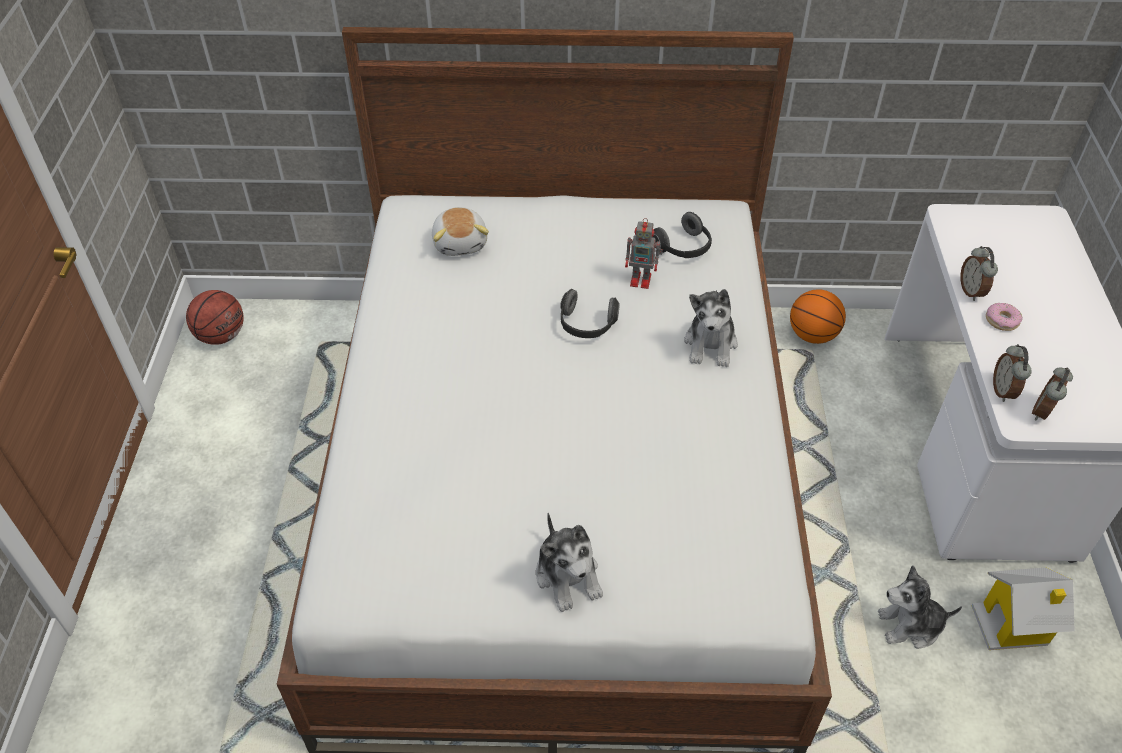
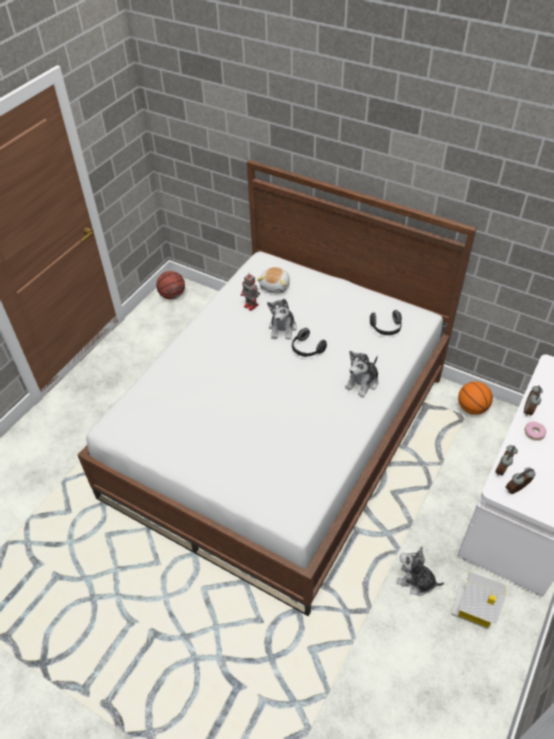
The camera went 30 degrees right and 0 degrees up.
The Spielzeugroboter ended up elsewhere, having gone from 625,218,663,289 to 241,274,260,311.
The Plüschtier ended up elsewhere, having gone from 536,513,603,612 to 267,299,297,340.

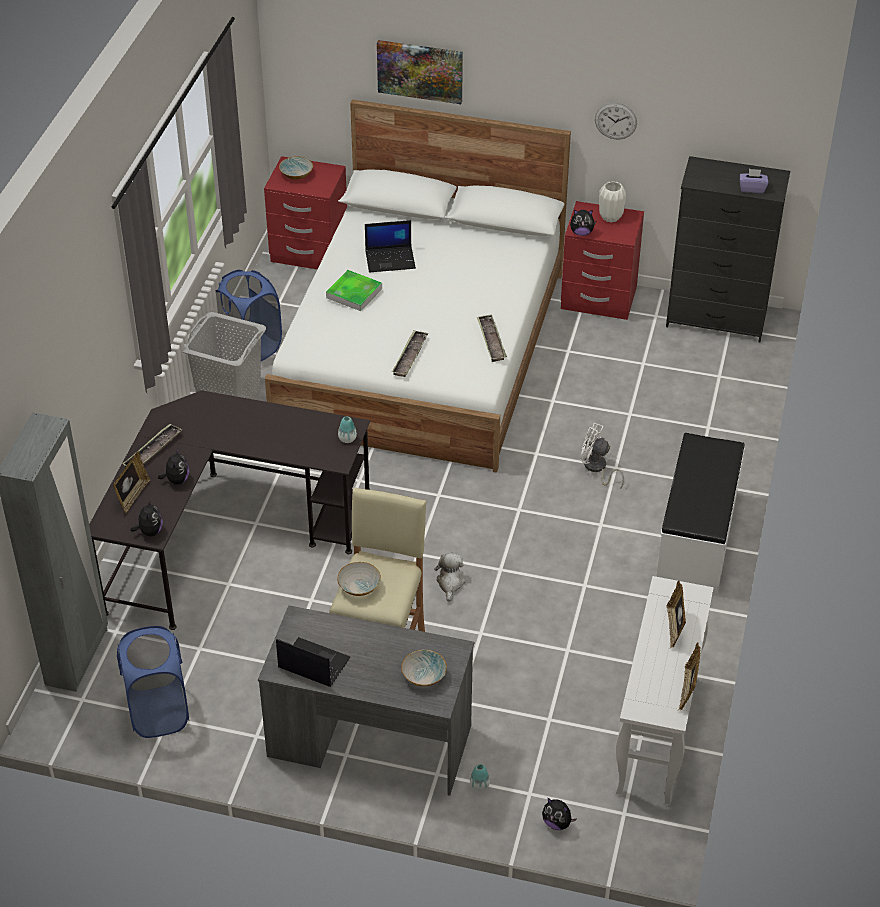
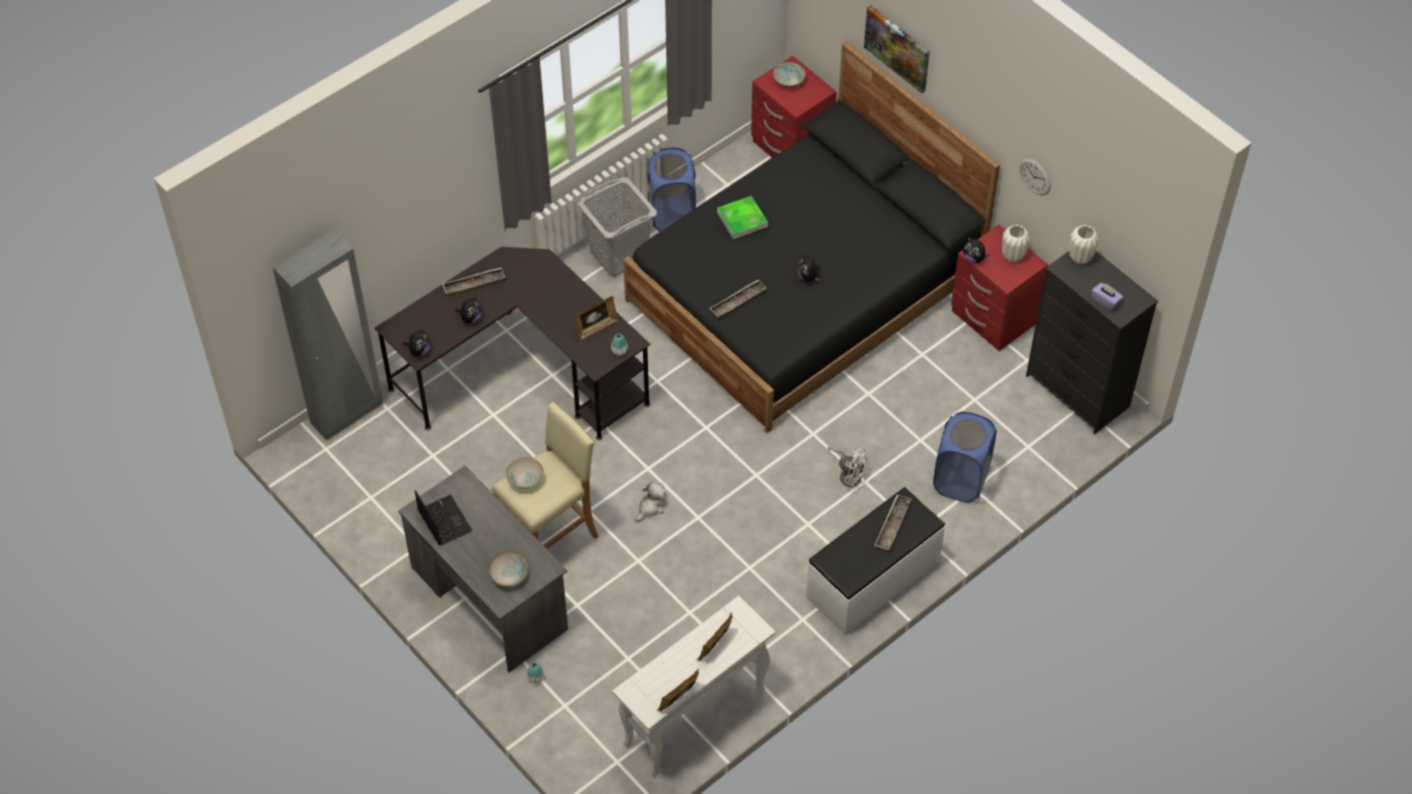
The camera went 35 degrees right and 10 degrees up.
The Bilderrahmen ended up elsewhere, having gone from 113,452,150,513 to 575,296,618,340.
What was the Bett [weiß] at 265,99,571,473 turned into the Bett [schwarz] at 623,41,1000,433.
The Plüschtier ended up elsewhere, having gone from 542,798,577,830 to 797,253,820,282.
The Ventilator [weiß] at 580,423,624,488 ended up facing another way, 150 degrees clockwise from before.
The Tablett ended up elsewhere, having gone from 477,314,507,362 to 874,495,911,551.
The Wäschekorb [blau] ended up elsewhere, having gone from 117,626,189,738 to 933,412,997,503.
The second view gained the Vase [weiß] at 1069,225,1099,264.
The second view lost the Laptop at 365,220,416,273.

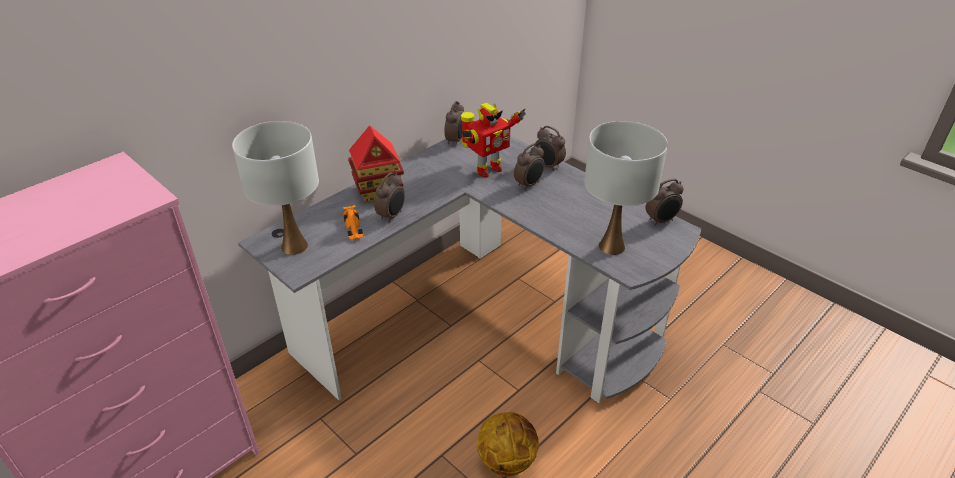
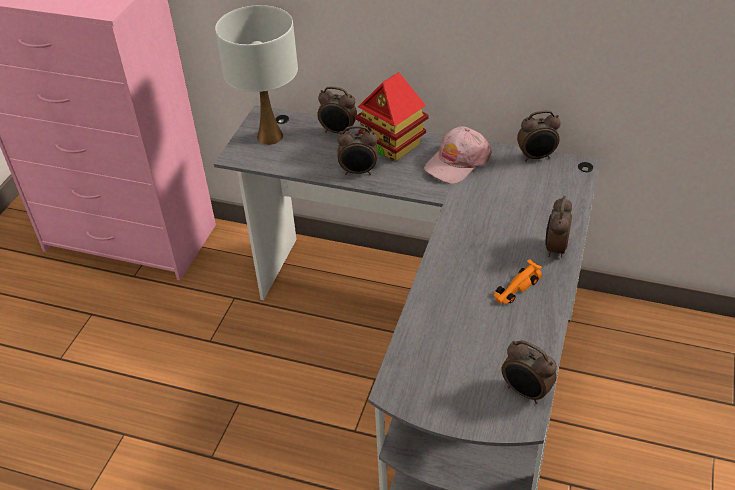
The camera went 65 degrees right and 5 degrees up.
The Wecker ended up elsewhere, having gone from 514,143,544,191 to 317,86,357,134.
The second view gained the Kappe [rosa] at 424,126,492,184.
The Spielzeugauto [orange] ended up elsewhere, having gone from 343,205,363,241 to 494,259,542,304.
The second view lost the Spielzeugroboter at 461,103,526,177.
The second view lost the Basketball at 477,412,539,477.
The second view lost the Tischlampe [weiß] at 584,121,668,255.

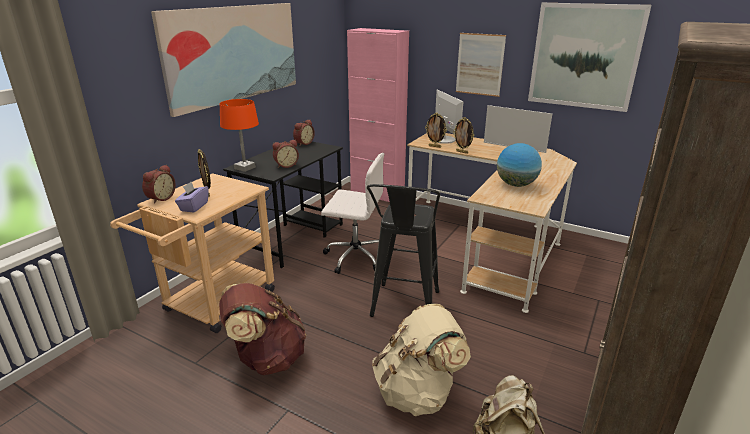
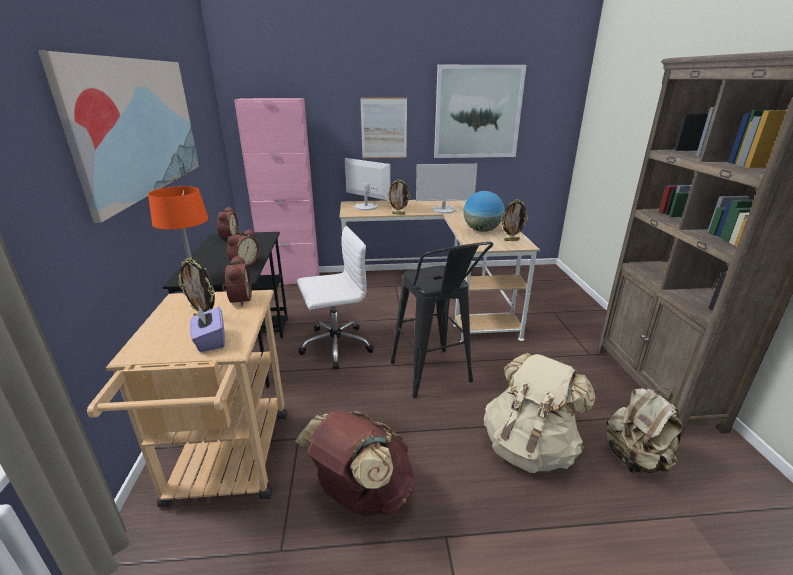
The camera went 35 degrees left and 0 degrees up.
The Wecker ended up elsewhere, having gone from 142,165,176,204 to 222,255,252,307.
The Bilderrahmen ended up elsewhere, having gone from 425,113,447,148 to 501,199,528,241.

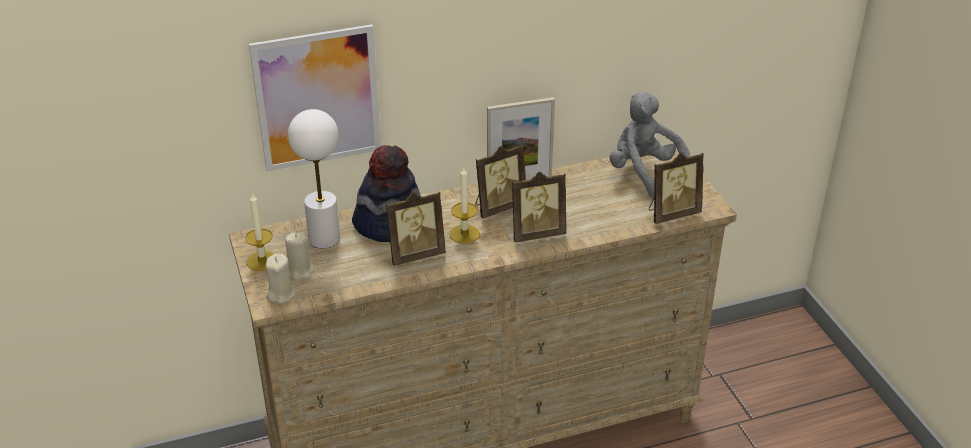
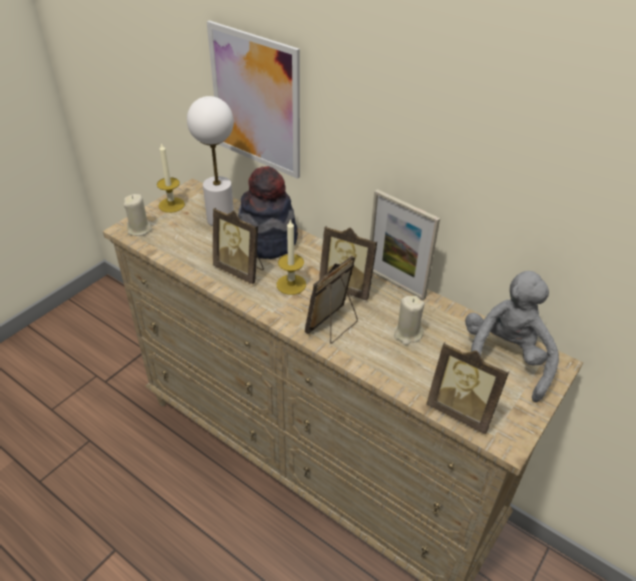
The camera went 55 degrees right and 5 degrees up.
The Bilderrahmen at 512,172,566,242 ended up facing another way, 90 degrees clockwise from before.
The Kerze [beige] ended up elsewhere, having gone from 285,232,314,280 to 394,296,425,345.

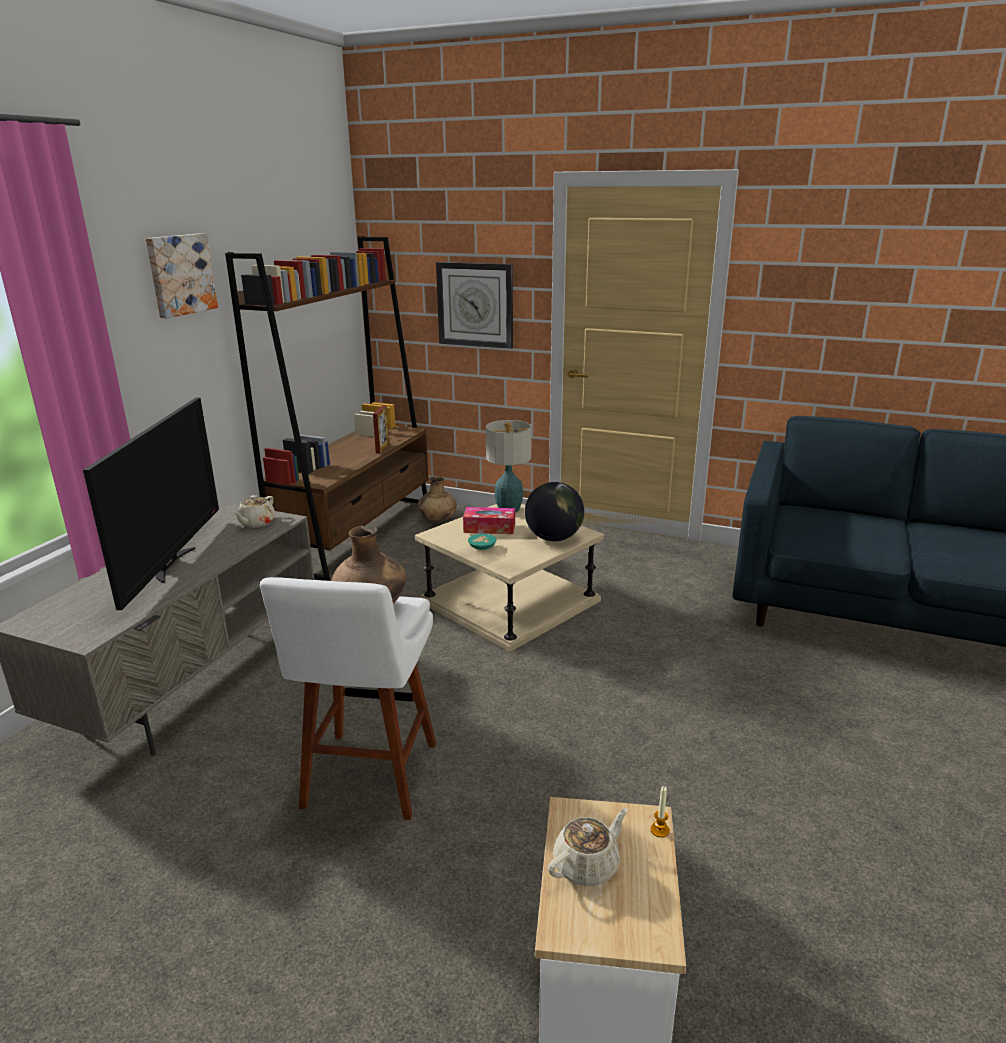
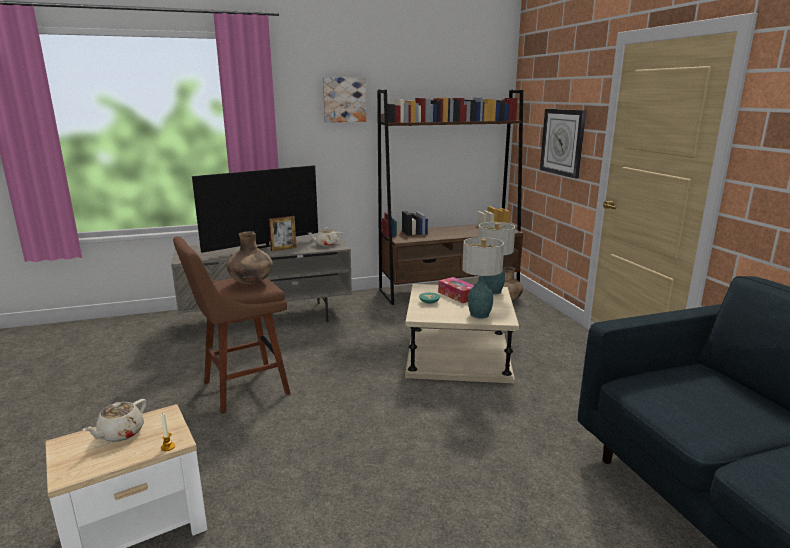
The camera went 50 degrees right and 5 degrees down.
The Teekanne [beige] at 548,808,628,886 ended up facing another way, 105 degrees clockwise from before.
What was the Hocker [weiß] at 260,577,436,820 turned into the Hocker [braun] at 173,236,290,414.
The Bilderrahmen ended up elsewhere, having gone from 373,405,389,454 to 269,216,297,251.
Where the Globus stood at 525,482,584,541, the Tischlampe came to stand at 462,237,504,319.

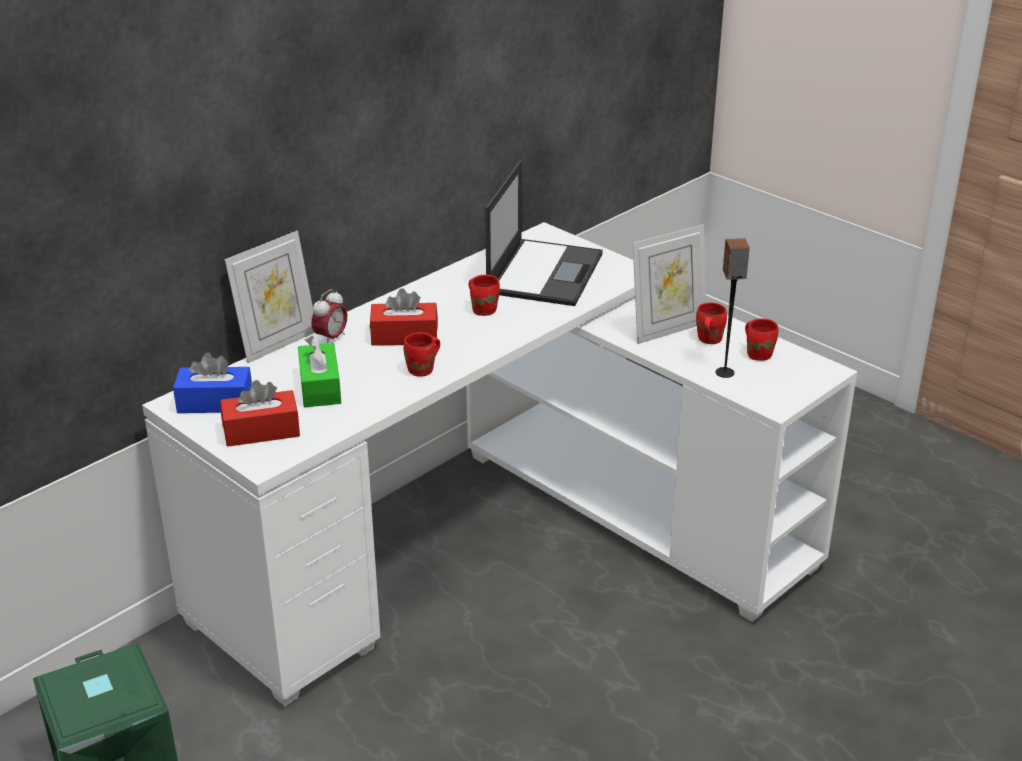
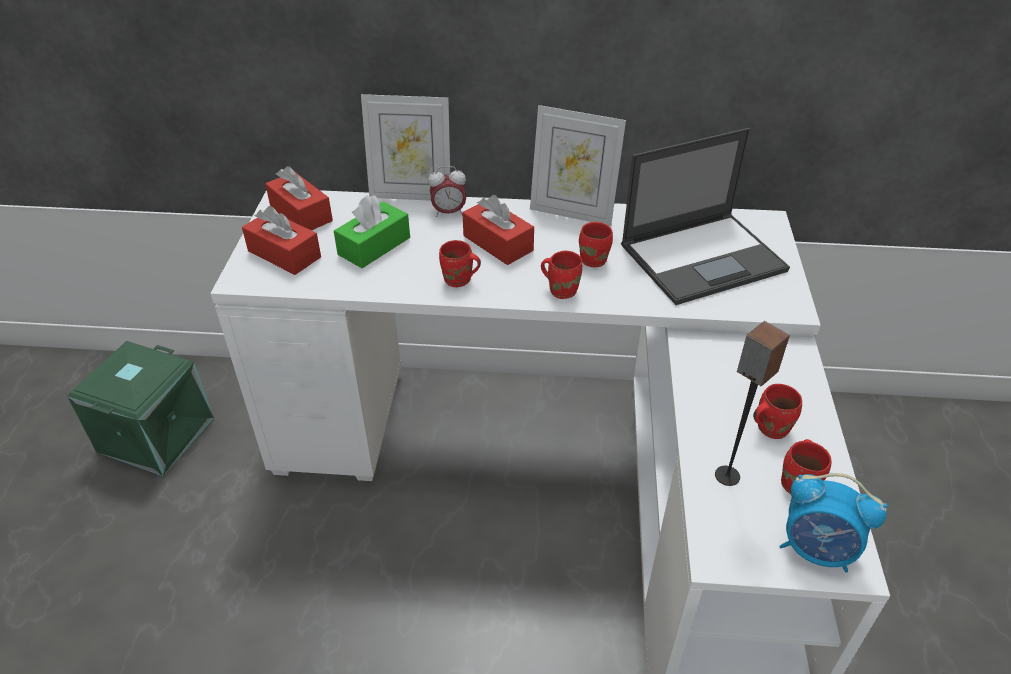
The camera went 50 degrees right and 10 degrees up.
What was the Taschentuchbox [blau] at 173,353,252,413 turned into the Taschentuchbox [rot] at 265,166,333,231.
The Bilderrahmen ended up elsewhere, having gone from 633,224,706,344 to 530,105,626,226.
The second view gained the Henkelbecher [rot] at 541,251,583,299.
The second view gained the Wecker at 779,473,888,573.

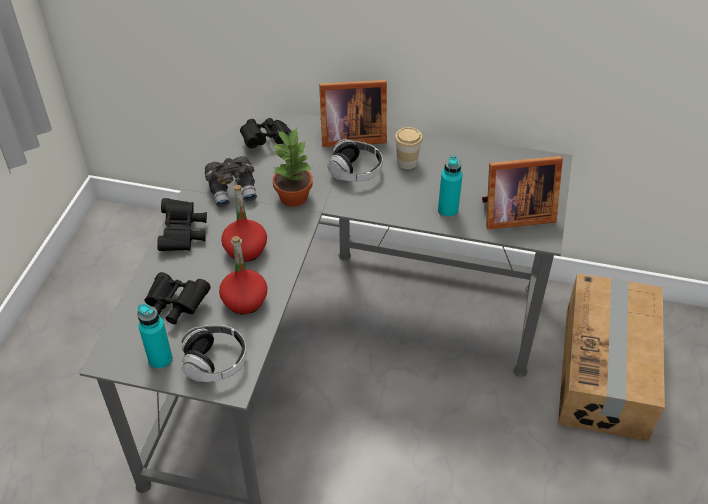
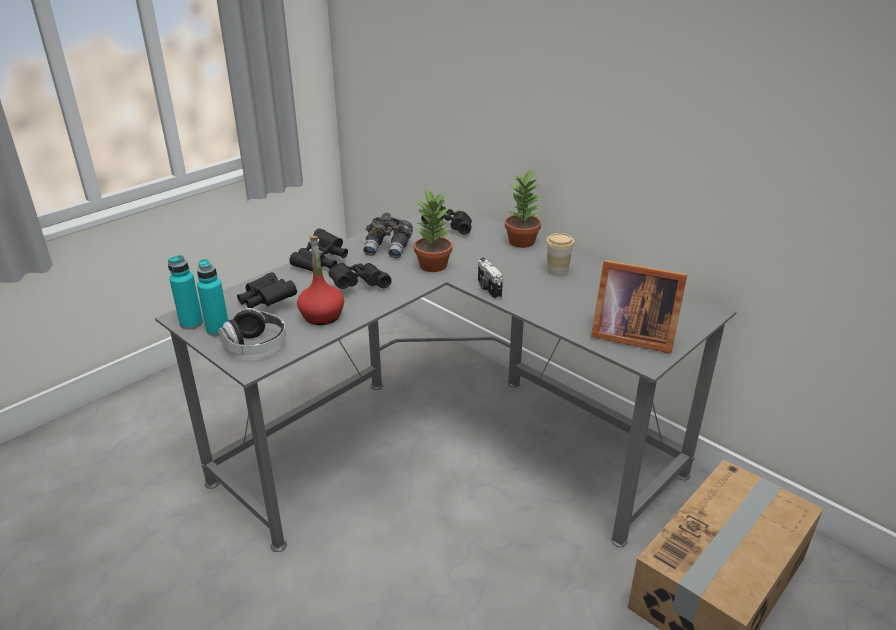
The camera went 30 degrees right and 15 degrees down.
The Flasche [türkis] ended up elsewhere, having gone from 438,155,463,218 to 168,255,203,329.
Where the Flasche [rot] stood at 221,185,267,262, the Fernglas [schwarz] came to stand at 329,263,392,289.
The second view gained the Kamera at 478,257,503,300.
Where the Bilderrahmen stood at 319,80,387,147, the Topfpflanze came to stand at 505,169,543,248.
The second view lost the Kopfhörer at 328,139,382,181.

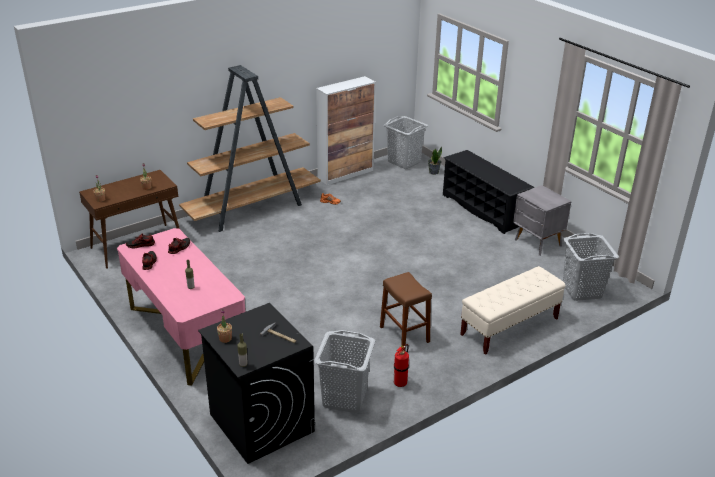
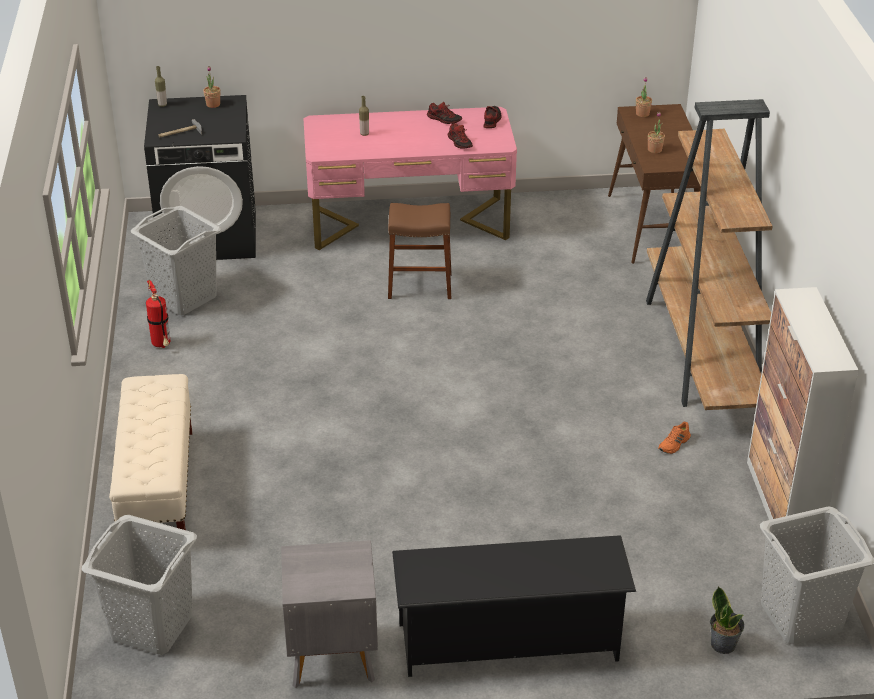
The camera went 120 degrees right and 5 degrees up.
The Hocker [braun] ended up elsewhere, having gone from 380,272,432,351 to 388,203,451,299.

